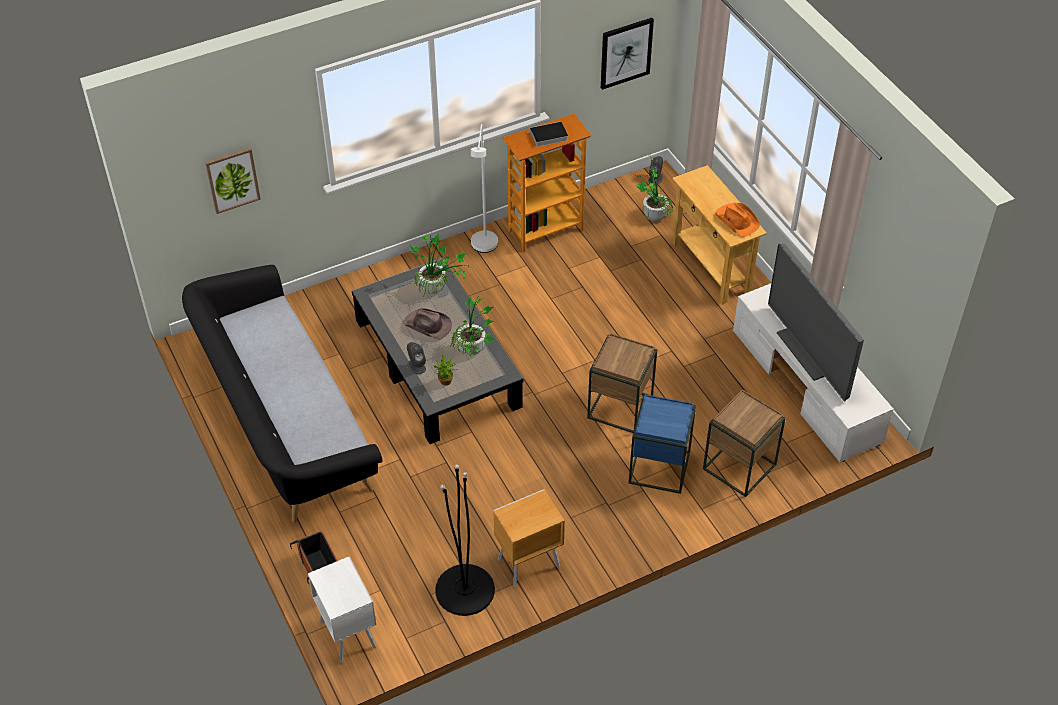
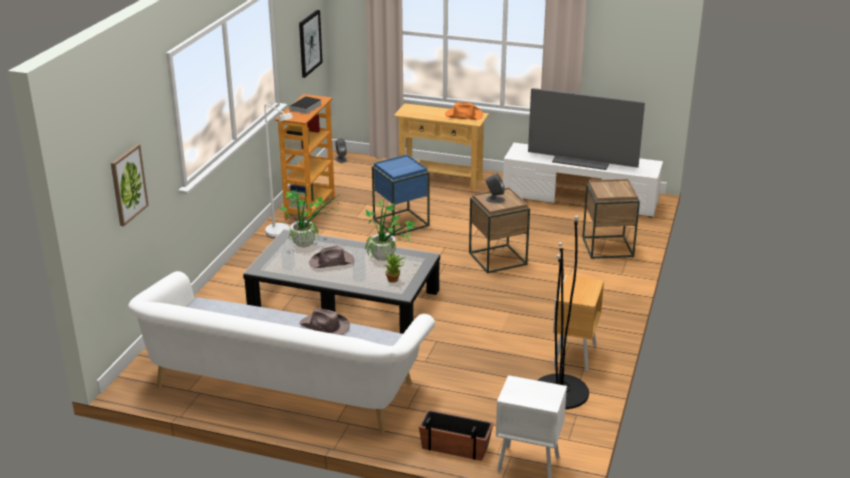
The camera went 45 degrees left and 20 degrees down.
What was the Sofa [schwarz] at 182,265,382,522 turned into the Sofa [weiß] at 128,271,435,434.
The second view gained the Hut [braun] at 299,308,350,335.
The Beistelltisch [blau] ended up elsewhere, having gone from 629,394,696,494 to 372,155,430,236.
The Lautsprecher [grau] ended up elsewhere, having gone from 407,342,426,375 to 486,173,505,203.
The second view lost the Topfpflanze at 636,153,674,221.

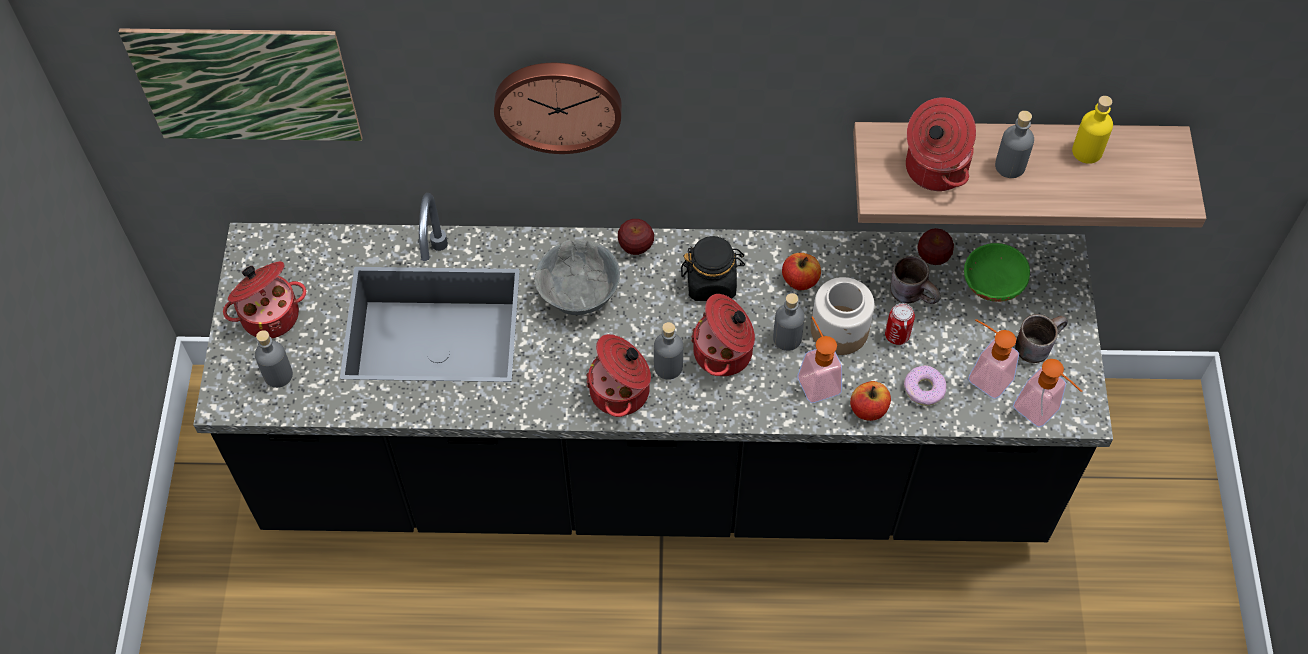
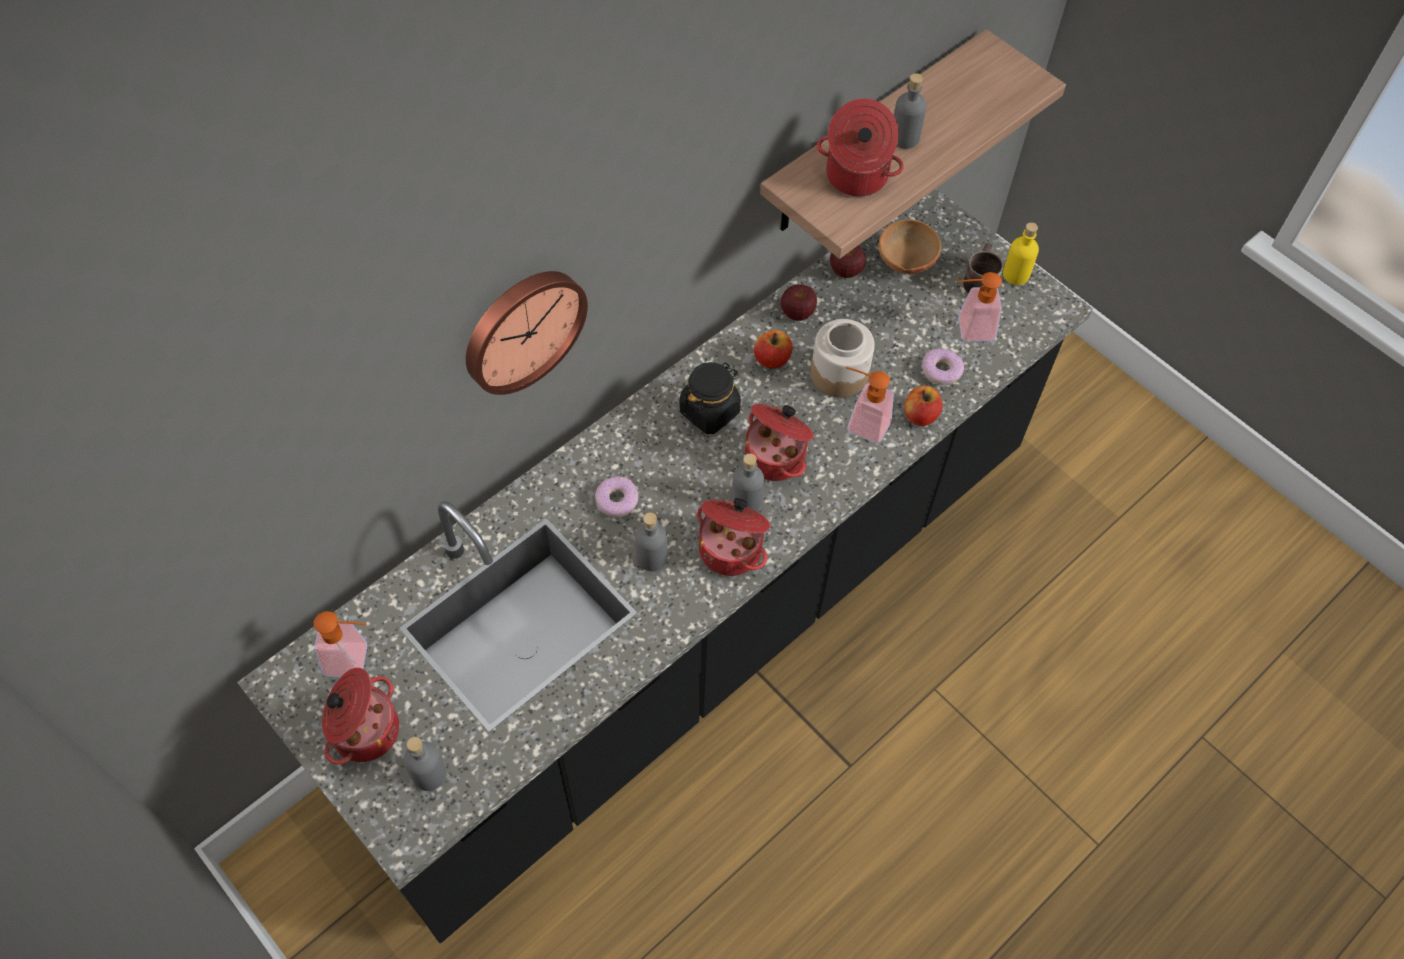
The camera went 45 degrees left and 0 degrees up.
The Seifenspender ended up elsewhere, having gone from 1013,359,1082,427 to 314,611,367,677.
Where the Schüssel [grau] stood at 535,239,620,315, the Donut came to stand at 595,477,638,517.
The Flasche [grau] ended up elsewhere, having gone from 773,293,805,351 to 635,512,668,571.
The Apfel ended up elsewhere, having gone from 618,219,654,255 to 781,284,817,321.
What was the Schüssel [grün] at 964,243,1030,302 turned into the Schüssel [braun] at 879,219,941,274.
The Flasche [gelb] ended up elsewhere, having gone from 1072,96,1113,164 to 1003,222,1039,285.
The second view lost the Bild at 119,29,362,141.
The second view lost the Dose at 885,303,915,345.
The second view lost the Henkelbecher [braun] at 890,256,941,304.

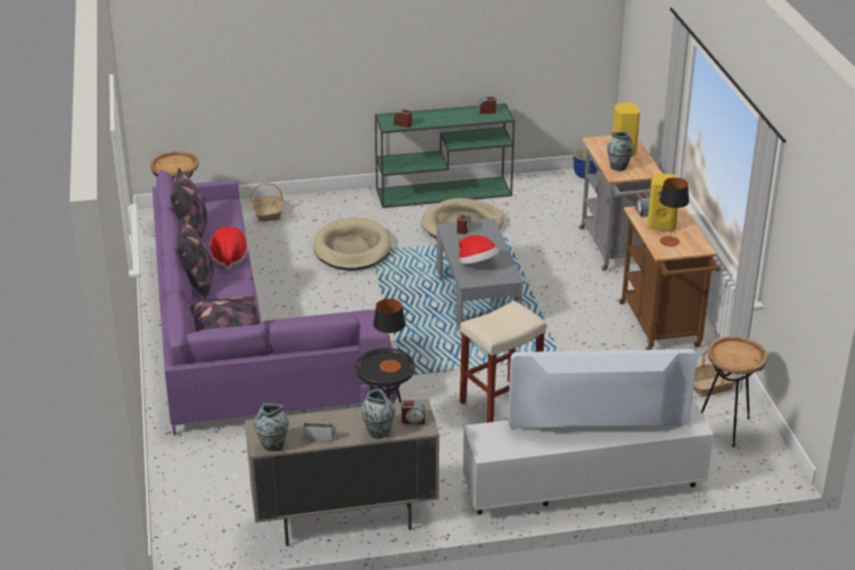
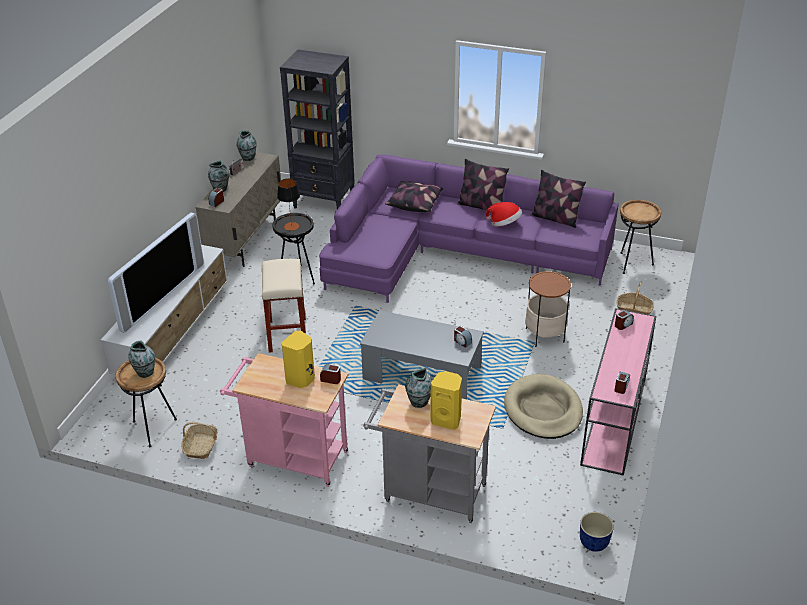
The camera went 120 degrees right and 5 degrees up.
The second view gained the Vase at 128,341,155,378.
What was the Rollwagen [braun] at 619,206,721,350 turned into the Rollwagen [rosa] at 220,353,349,487.
The second view gained the Bücherregal [schwarz] at 280,49,355,209.
Where the Hundebett [beige] stood at 313,218,391,271, the Beistelltisch came to stand at 525,271,571,347.
What was the Konsolentisch [grün] at 375,103,515,208 turned into the Konsolentisch [rosa] at 580,308,656,476.
The second view lost the Hut at 459,235,499,264.
The second view lost the Tischlampe at 659,178,689,247.

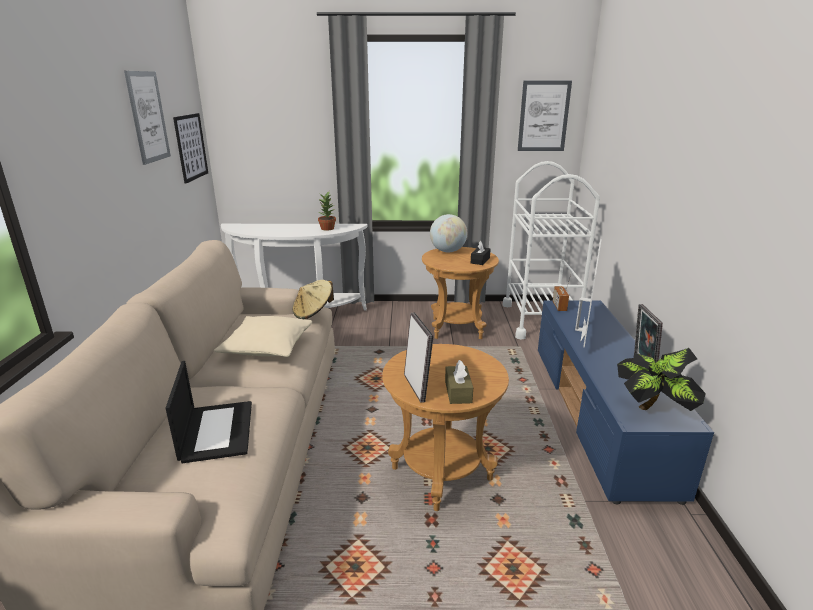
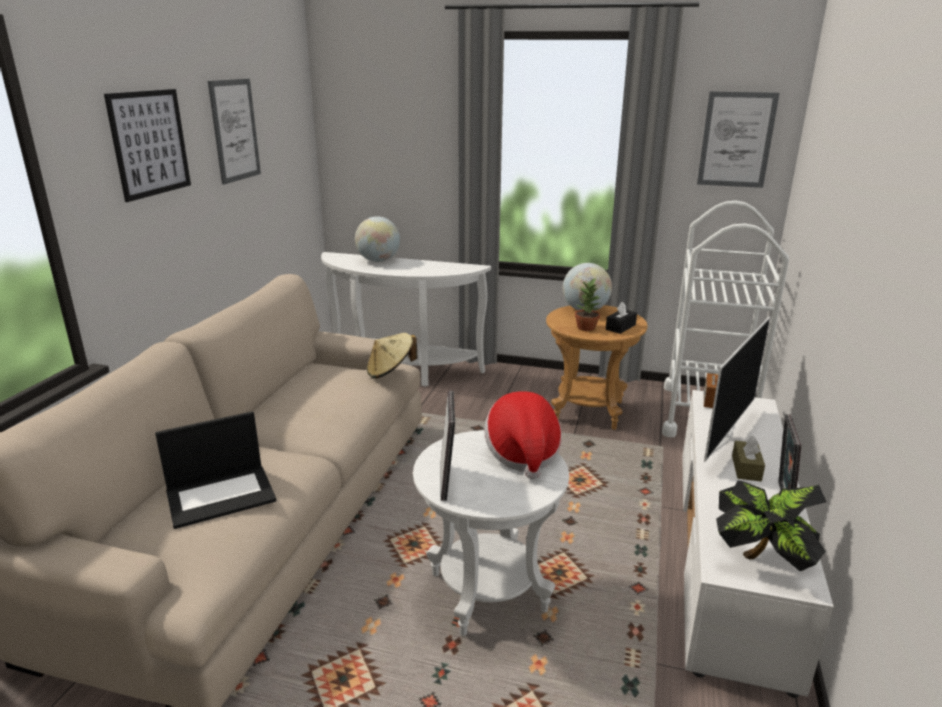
The camera went 15 degrees right and 0 degrees up.
The Bild ended up elsewhere, having gone from 173,113,208,184 to 104,89,191,202.
The Laptop at 165,361,252,463 ended up facing another way, 60 degrees clockwise from before.
The second view gained the Globus at 355,216,400,262.
What was the Beistelltisch [braun] at 382,344,509,511 turned into the Beistelltisch [weiß] at 413,430,569,636.
The second view gained the Hut at 484,391,561,479.
The Topfpflanze ended up elsewhere, having gone from 318,191,336,231 to 575,278,601,331.
What was the Fernsehschrank [blau] at 538,300,714,505 turned into the Fernsehschrank [weiß] at 682,390,834,698.
The Taschentuchbox [braun] ended up elsewhere, having gone from 445,360,473,404 to 732,436,765,481.
The second view lost the Kissen [beige] at 214,316,312,357.

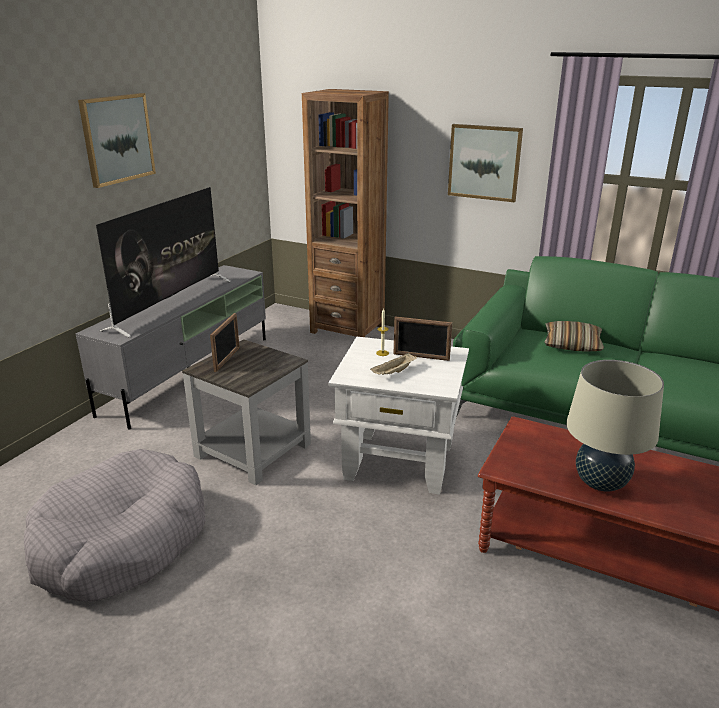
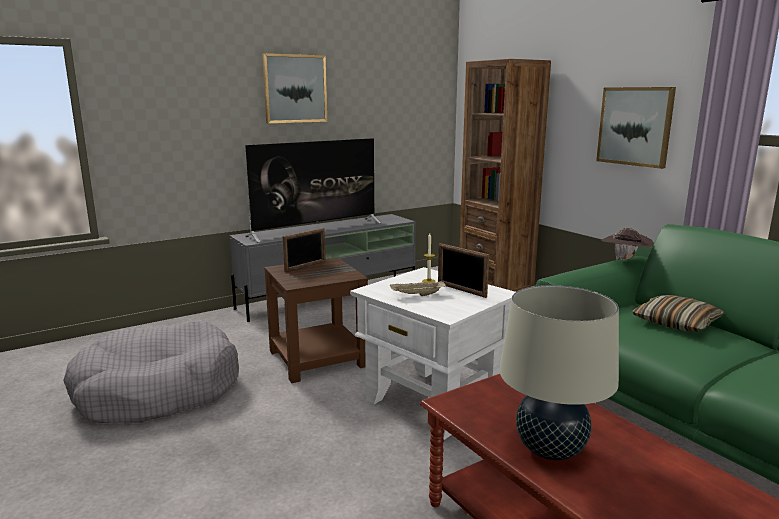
The camera went 30 degrees right and 10 degrees down.
What was the Beistelltisch [grau] at 182,340,311,485 turned into the Beistelltisch [braun] at 264,258,368,383.
The second view gained the Hut [braun] at 602,228,654,260.

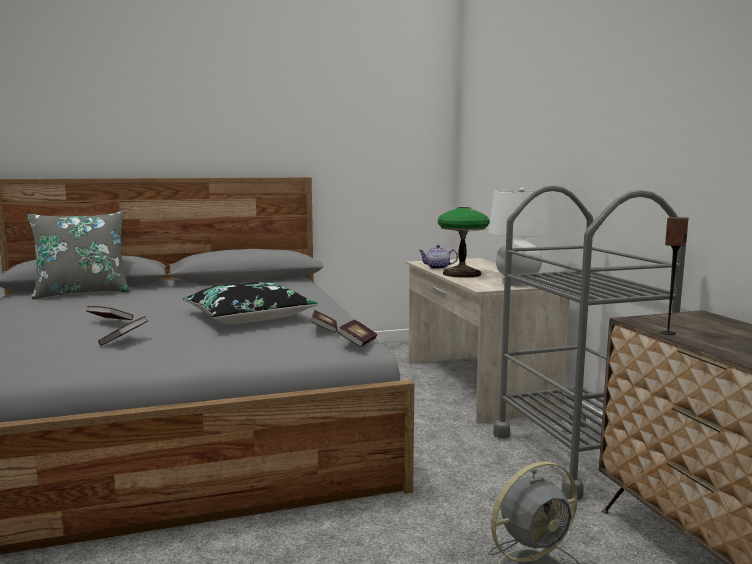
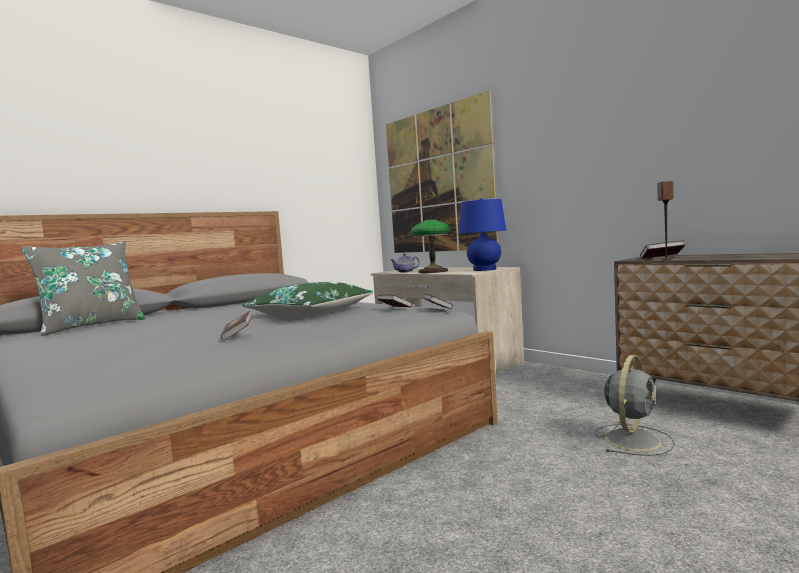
The camera went 25 degrees left and 5 degrees down.
What was the Kissen [schwarz] at 183,281,318,324 turned into the Kissen [grün] at 242,282,373,316.
The second view gained the Bild at 386,90,498,253.
What was the Tischlampe [weiß] at 488,187,552,286 turned into the Tischlampe [blau] at 460,198,506,271.
The Buch ended up elsewhere, having gone from 87,306,133,320 to 640,241,685,259.
The second view lost the Rollwagen [grau] at 493,185,686,500.

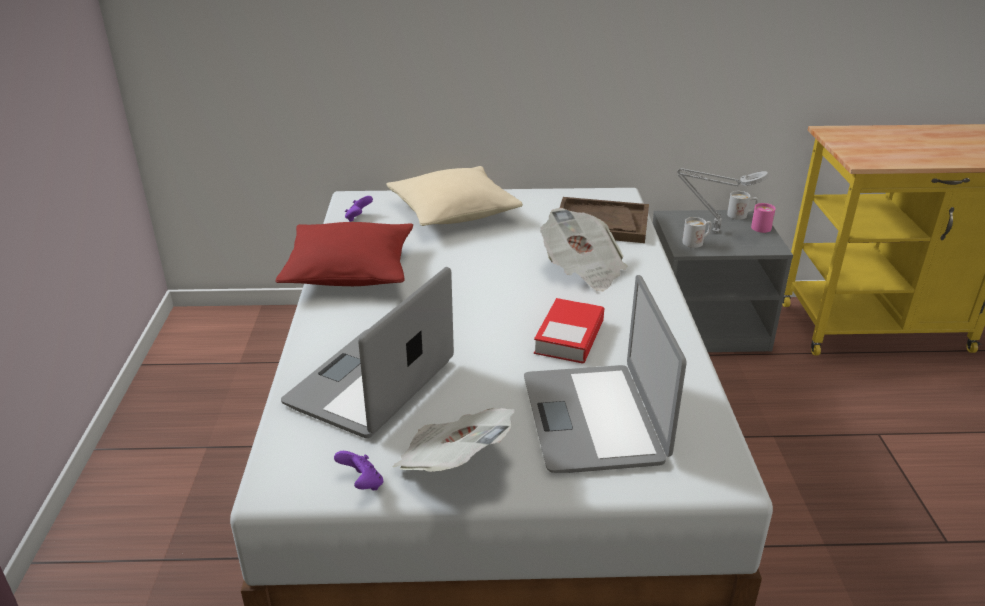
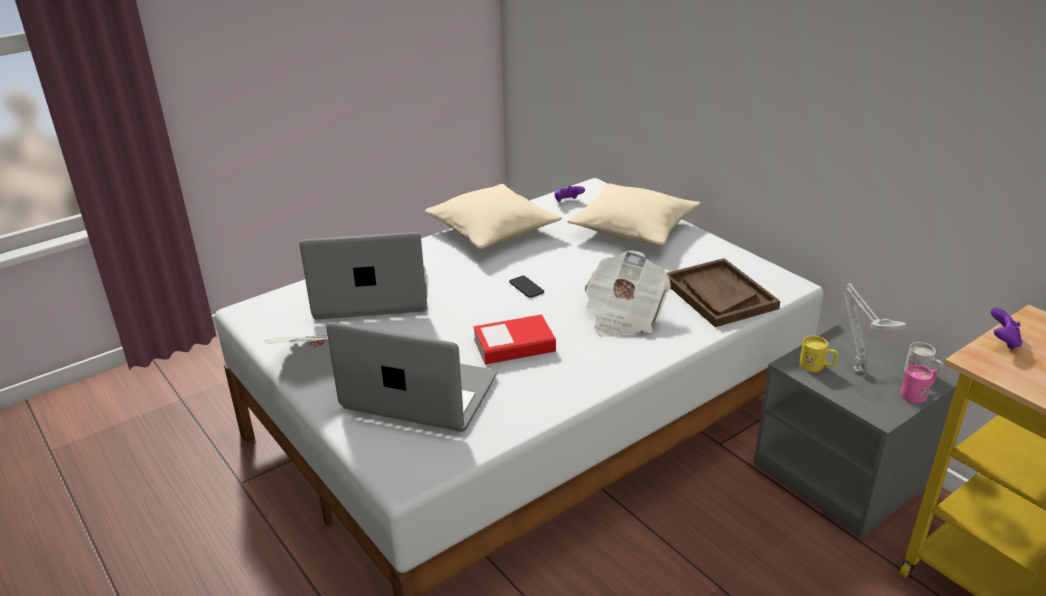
The camera went 55 degrees right and 0 degrees up.
The Laptop at 524,275,687,473 ended up facing another way, 60 degrees clockwise from before.
What was the Kissen [rot] at 275,222,413,286 turned into the Kissen [beige] at 425,184,562,249.
The second view gained the Handy at 509,276,544,298.
What was the Henkelbecher [weiß] at 682,217,711,248 turned into the Henkelbecher [gelb] at 799,336,838,372.
The Gamepad [lila] ended up elsewhere, having gone from 334,451,383,490 to 991,308,1022,350.

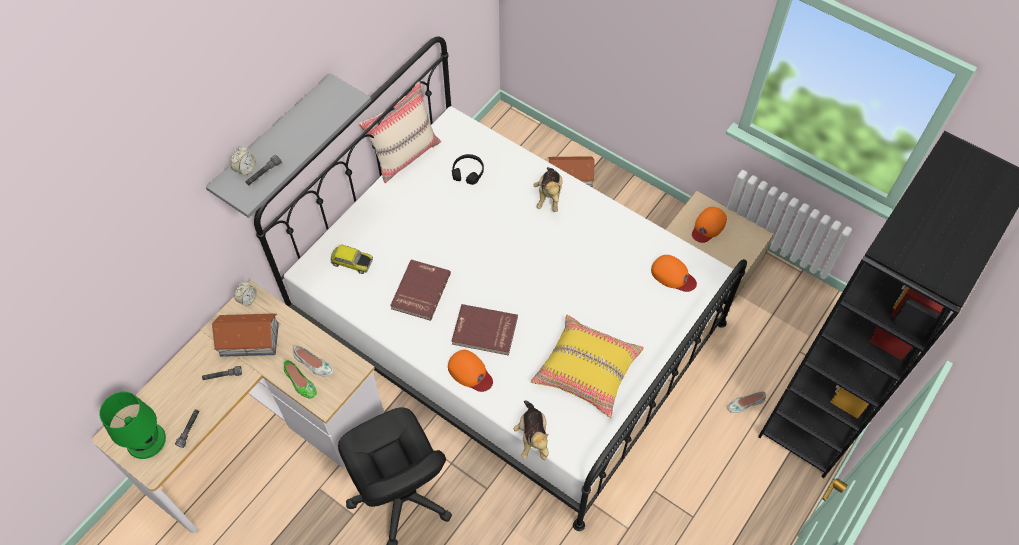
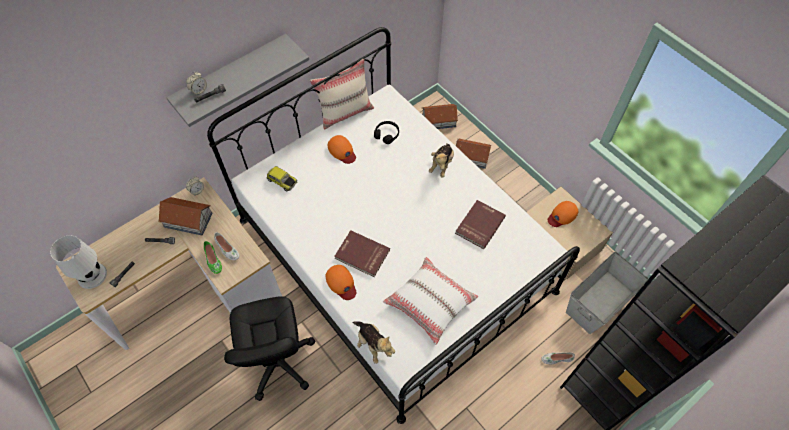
The camera went 15 degrees right and 0 degrees up.
What was the Tischlampe [grün] at 99,392,166,459 turned into the Tischlampe [weiß] at 50,235,107,289.
The Kappe [orange] ended up elsewhere, having gone from 651,255,697,292 to 328,135,356,164.
The Plüschtier at 514,400,549,460 ended up facing another way, 45 degrees counterclockwise from before.
What was the Kissen [gelb] at 530,315,644,418 turned into the Kissen [weiß] at 383,257,478,345.
The second view gained the Spielzeughaus at 422,104,458,129.
The Buch [rot] ended up elsewhere, having gone from 390,260,451,321 to 455,200,506,249.
The second view gained the Aufbewahrungsbox [grau] at 566,252,648,334.

